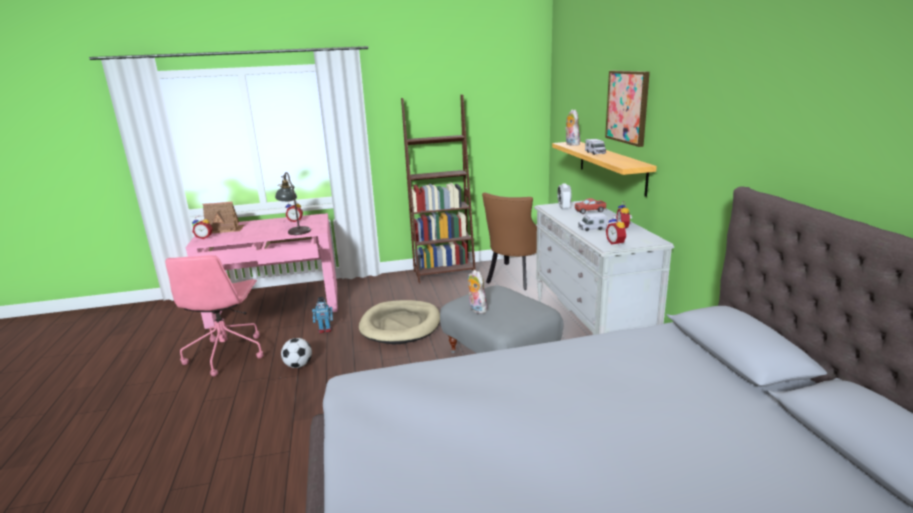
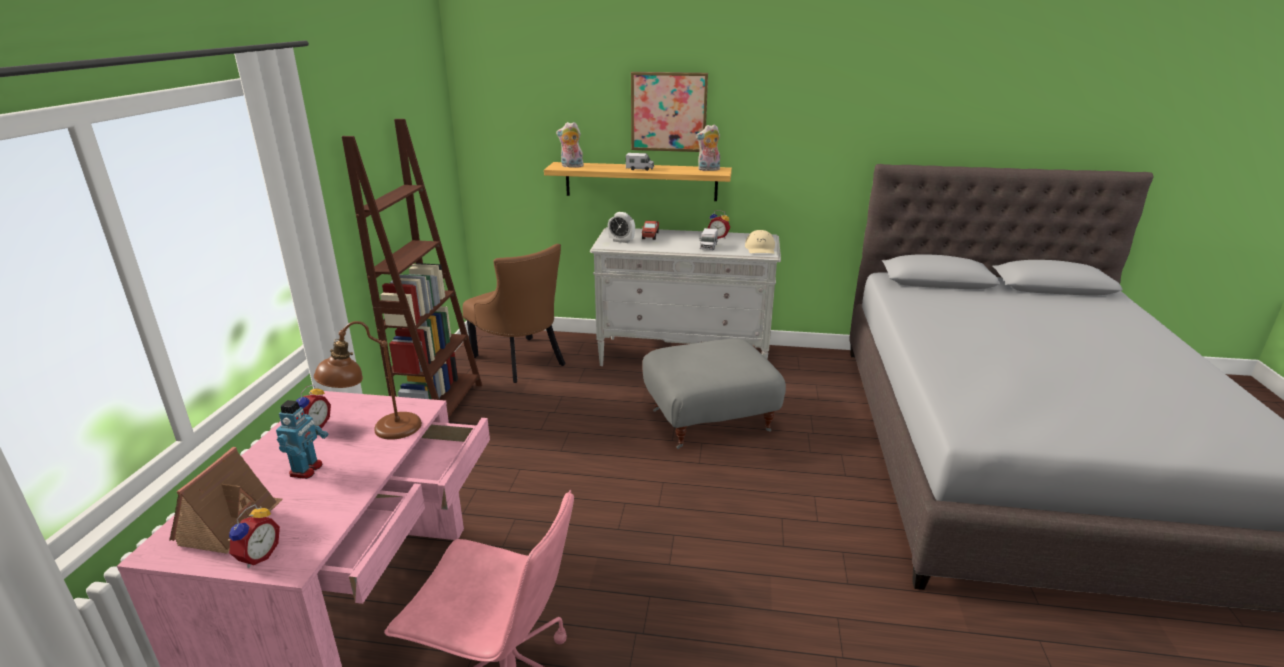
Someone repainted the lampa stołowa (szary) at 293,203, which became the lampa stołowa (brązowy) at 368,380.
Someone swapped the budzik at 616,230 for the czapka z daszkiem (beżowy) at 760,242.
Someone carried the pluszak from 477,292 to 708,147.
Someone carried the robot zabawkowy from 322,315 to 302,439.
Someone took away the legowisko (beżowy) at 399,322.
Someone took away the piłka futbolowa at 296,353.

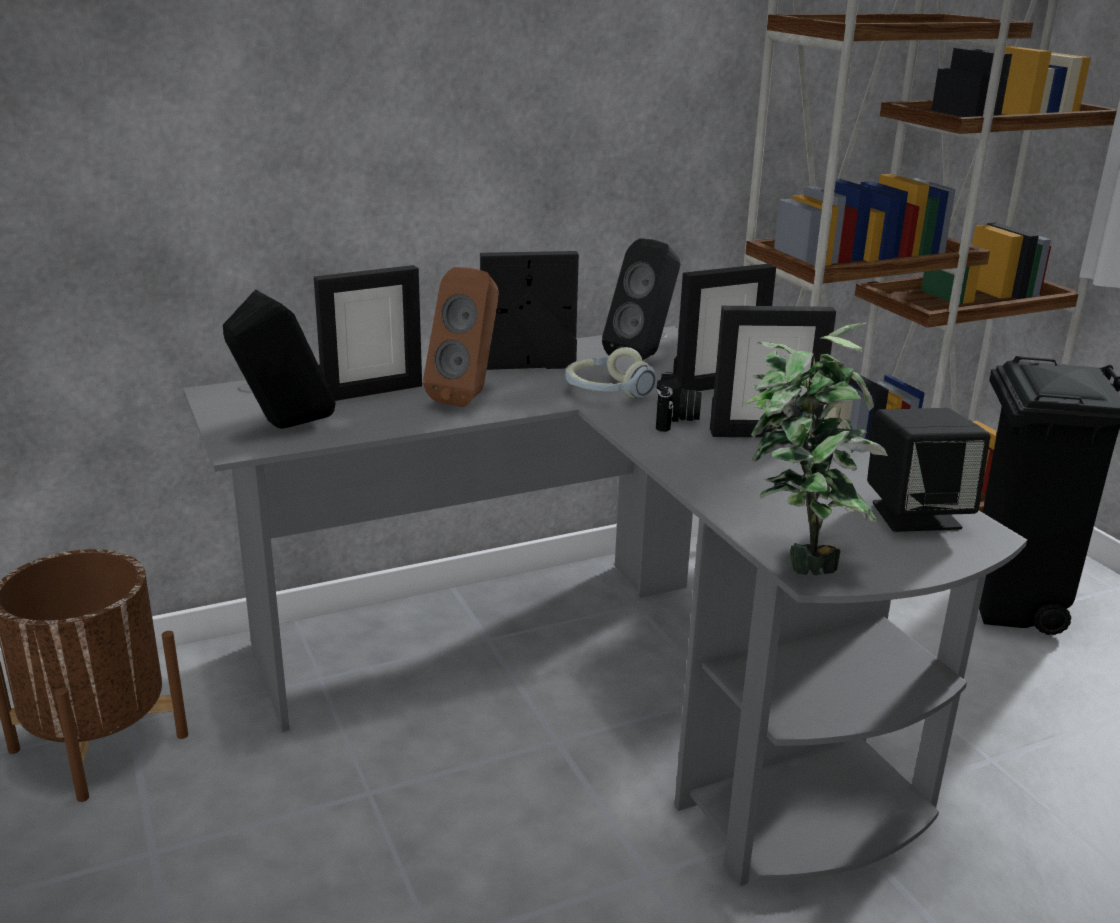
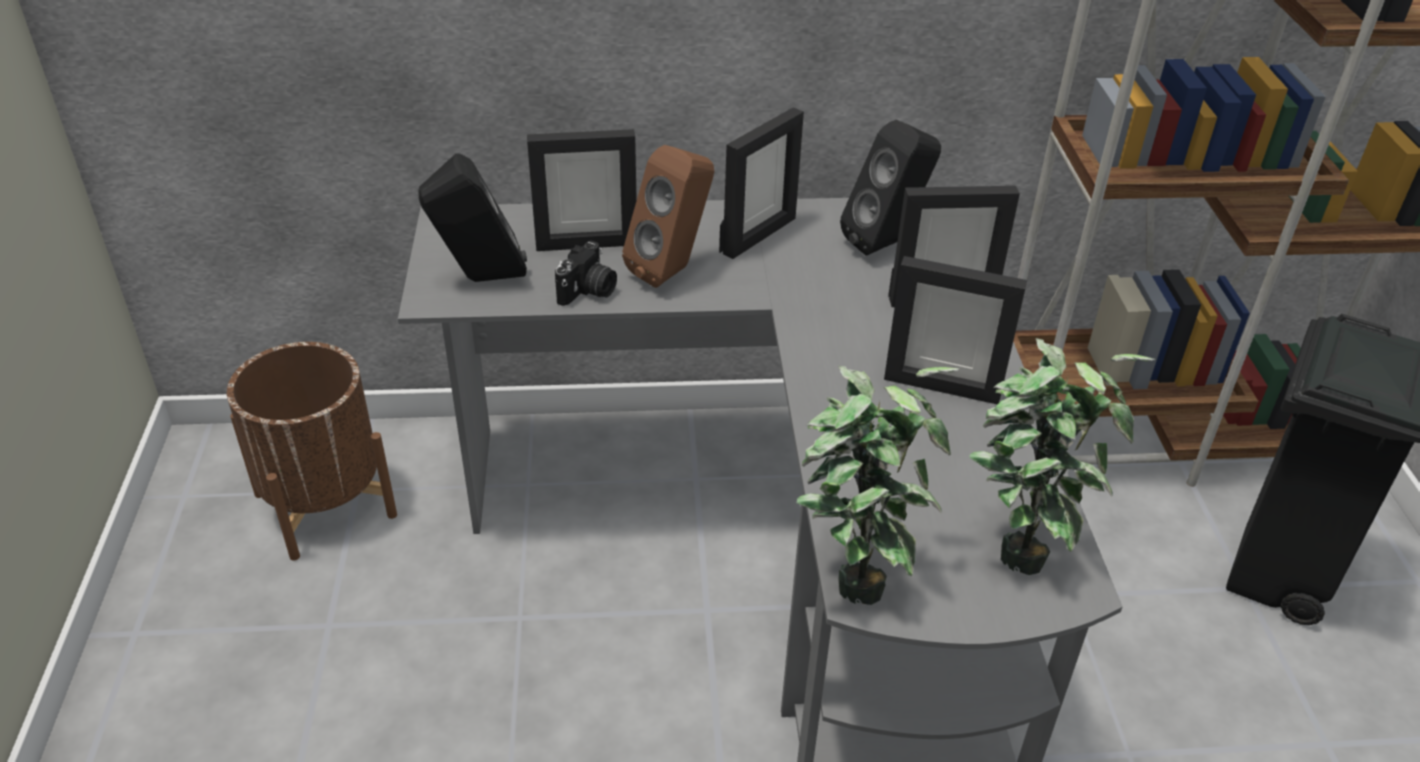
Someone rotated the ramka na zdjęcie at 529,310 by 120 degrees clockwise.
Someone took away the słuchawki at 610,372.
Someone carried the aparat fotograficzny from 678,402 to 586,273.
Someone swapped the głośnik (czarny) at 928,470 for the roślina doniczkowa at 1062,456.

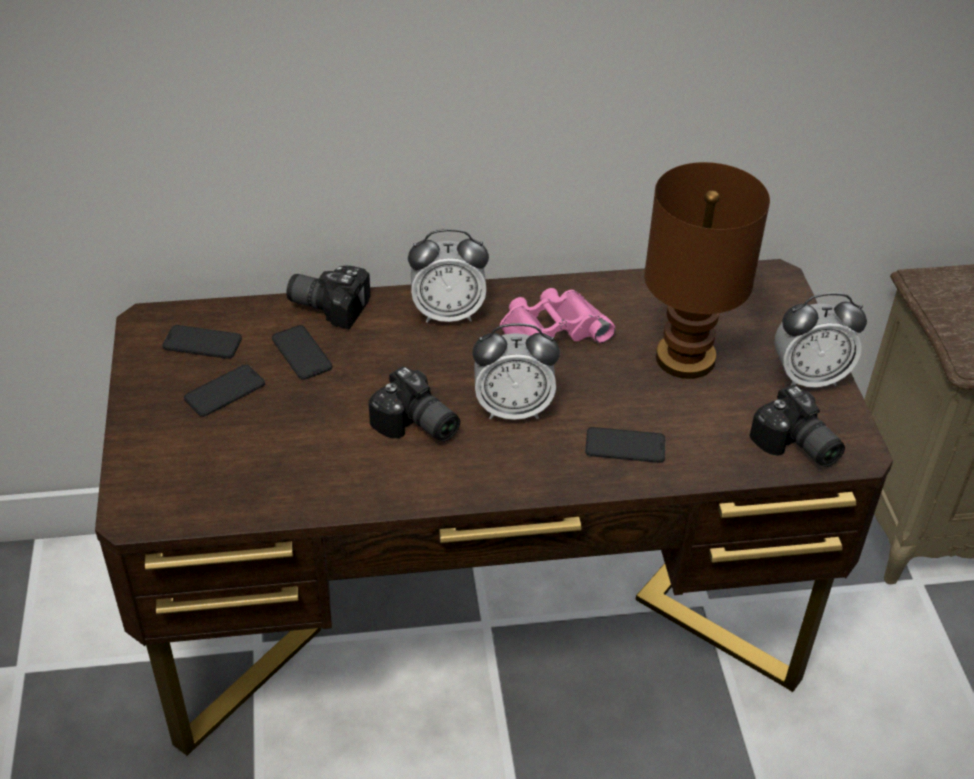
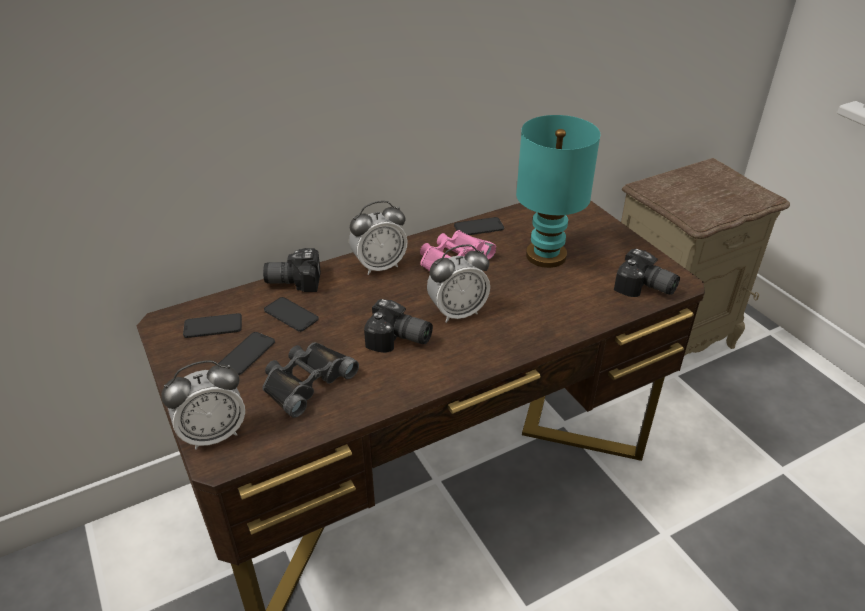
Someone repainted the lampa stołowa (brązowy) at 707,270, which became the lampa stołowa (turkusowy) at 558,191.
Someone carried the budzik from 821,340 to 203,405.
Someone carried the telefon from 625,445 to 479,226.
Someone put down the lornetka (czarny) at 310,380.

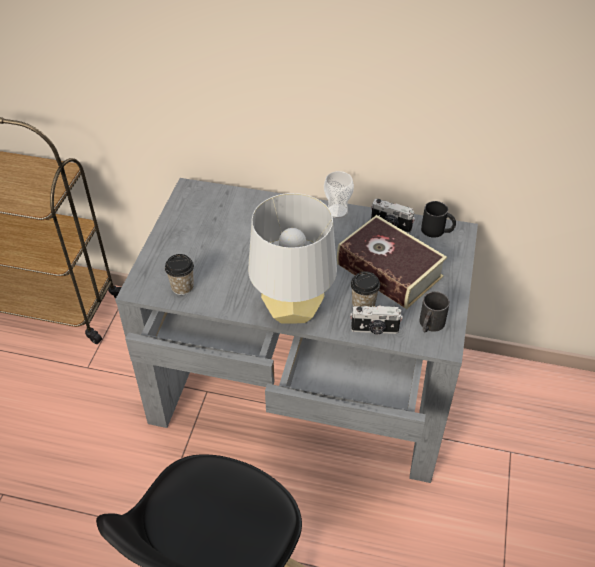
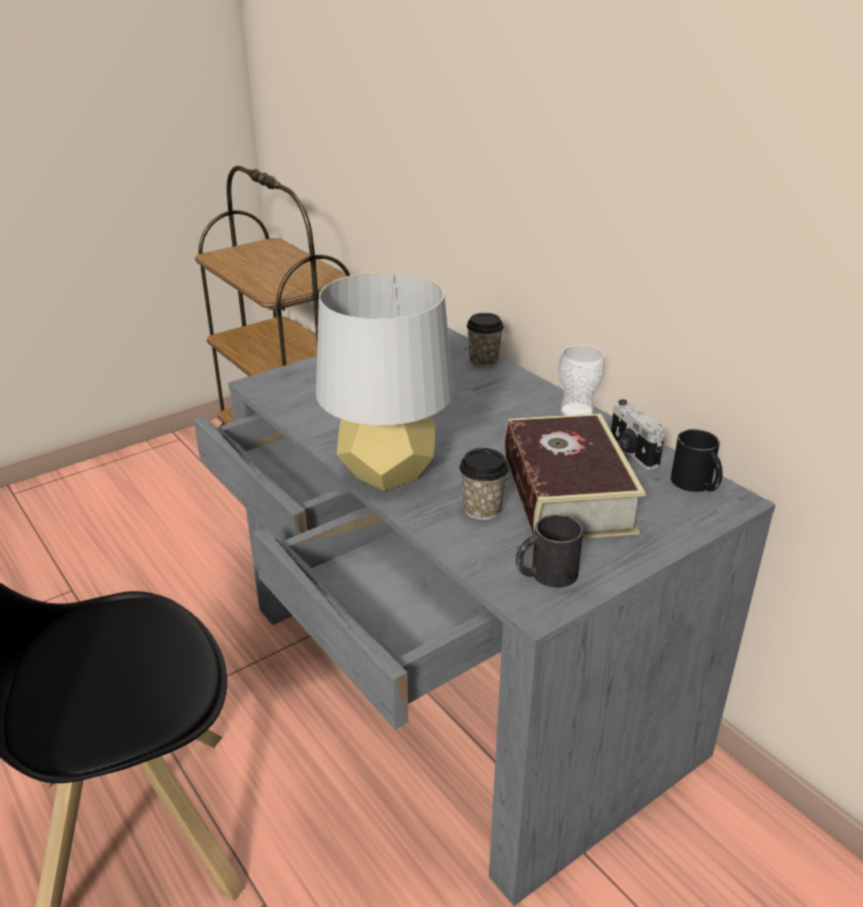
Someone carried the filiżanka from 179,274 to 485,340.
Someone took away the aparat fotograficzny at 376,319.

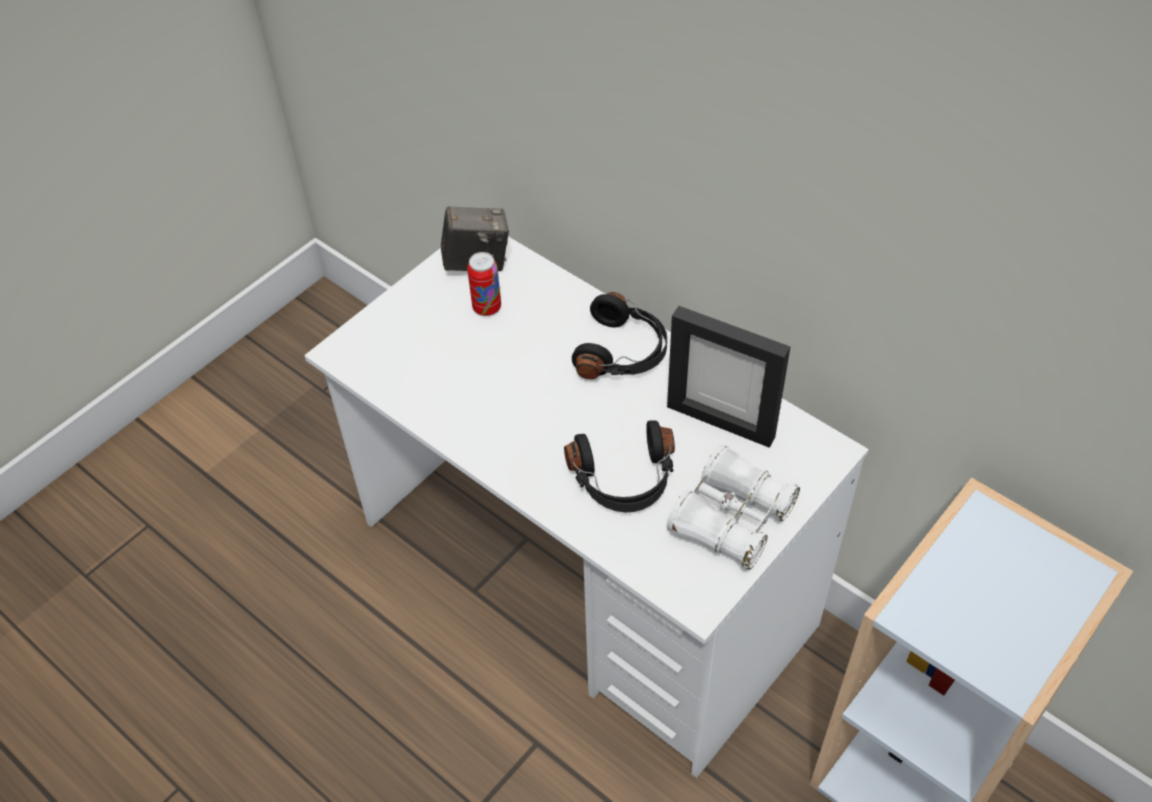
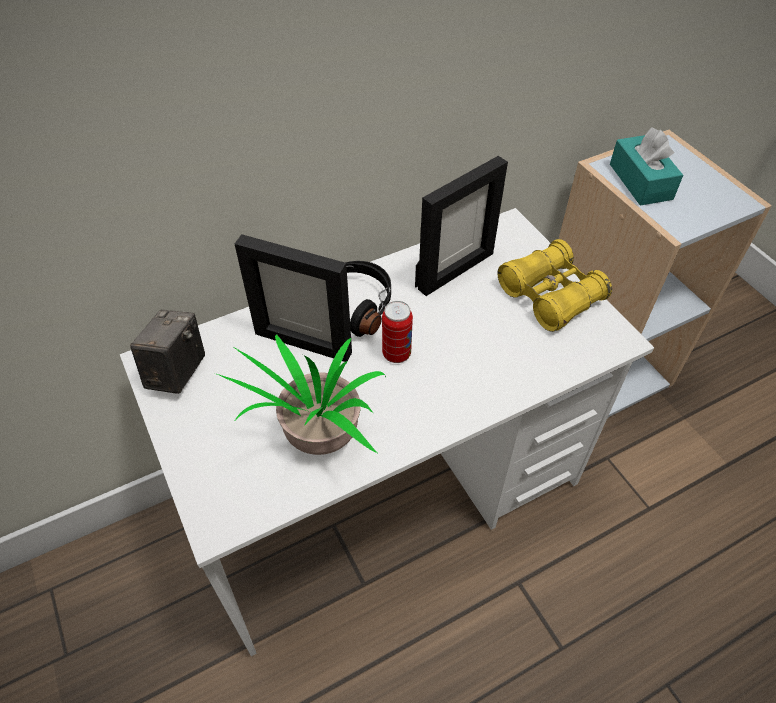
Someone carried the puszka from 484,284 to 397,332.
Someone took away the słuchawki (czarny) at 619,466.
Someone repainted the lornetka (biały) at 733,507, which became the lornetka (żółty) at 554,285.
Someone put down the pudełko chusteczek (turkusowy) at 646,166.
Someone put down the ramka na zdjęcie at 293,298.
Someone put down the roślina doniczkowa at 301,395.

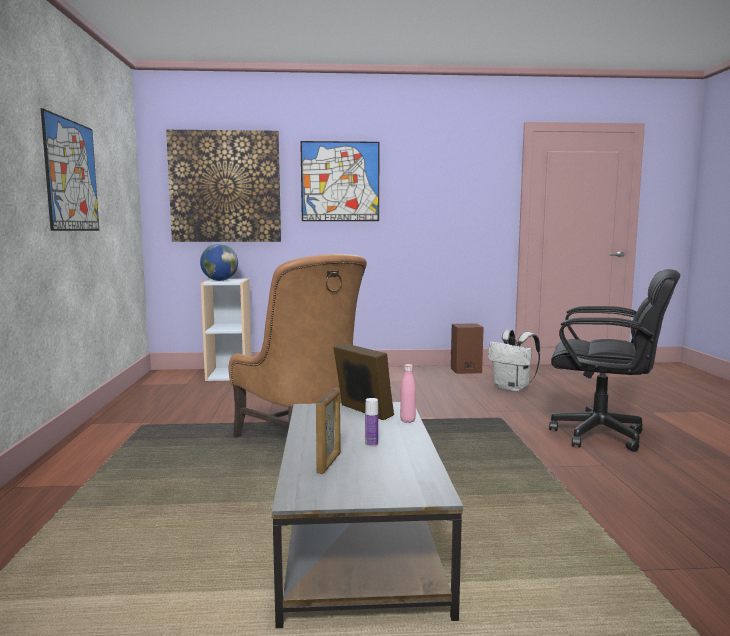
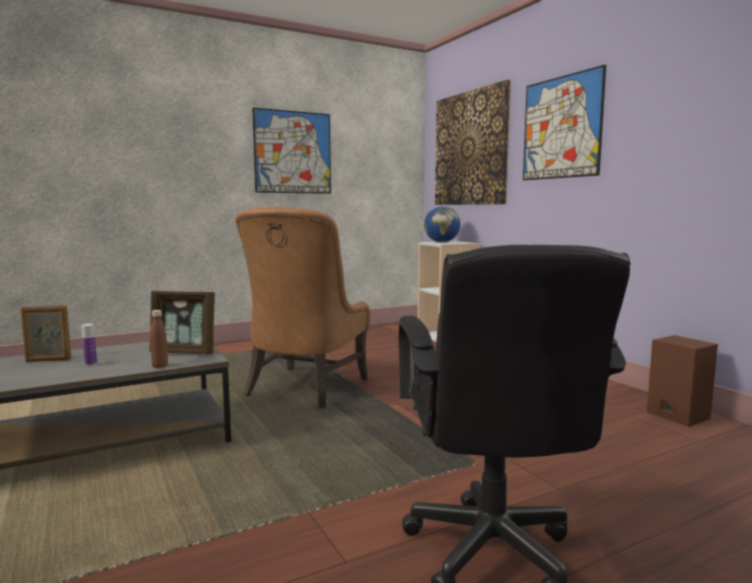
Someone took away the plecak (biały) at 514,361.
Someone rotated the ramka na zdjęcie at 363,381 by 75 degrees clockwise.
Someone repainted the butelka (różowy) at 408,393, which became the butelka (brązowy) at 159,339.

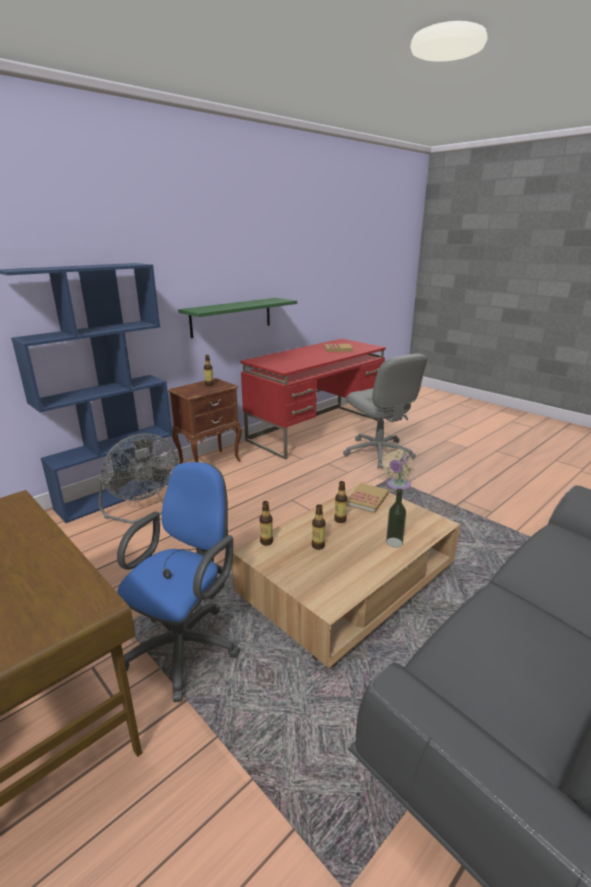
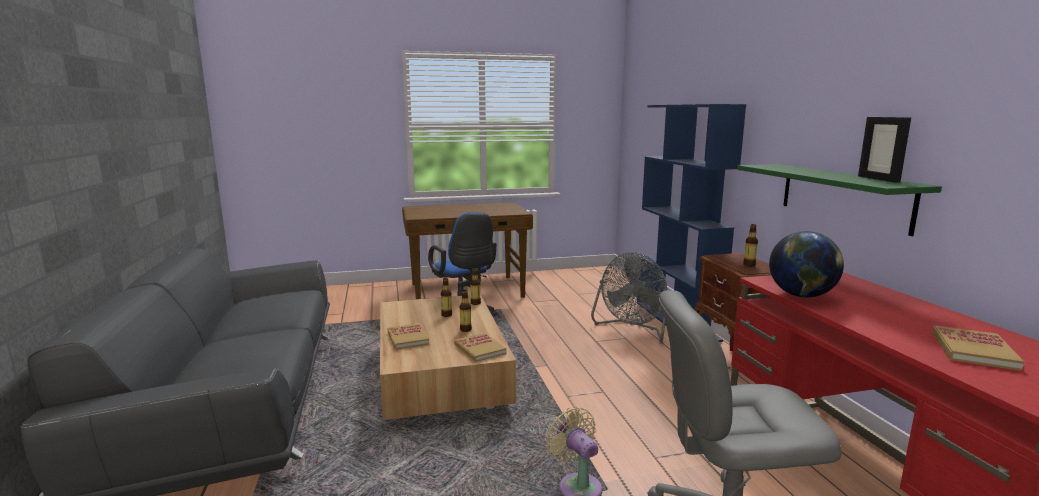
Someone rotated the wentylator (szary) at 139,479 by 135 degrees clockwise.
Someone swapped the butelka at 396,517 for the książka at 408,336.
Someone put down the ramka na zdjęcie at 884,149.
Someone put down the globus at 806,264.

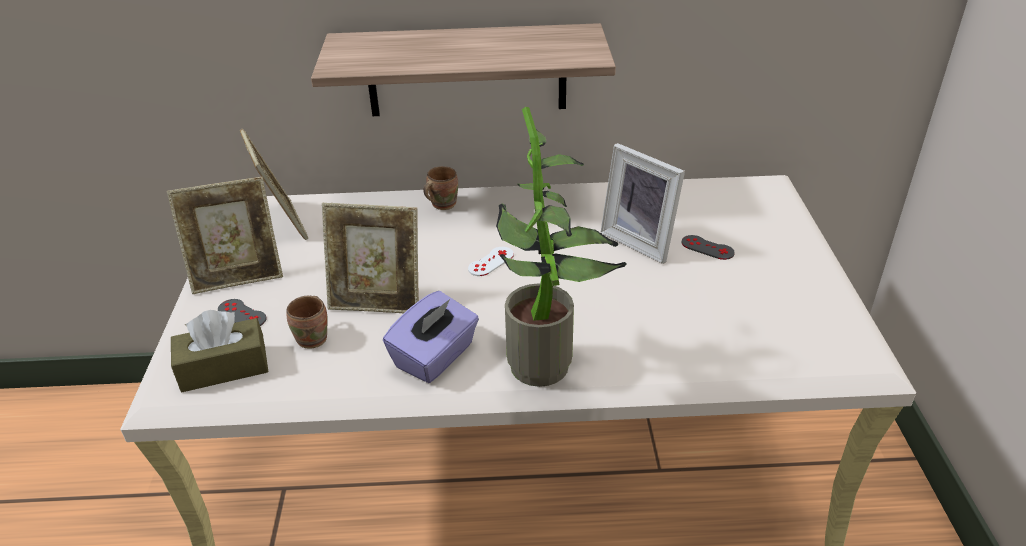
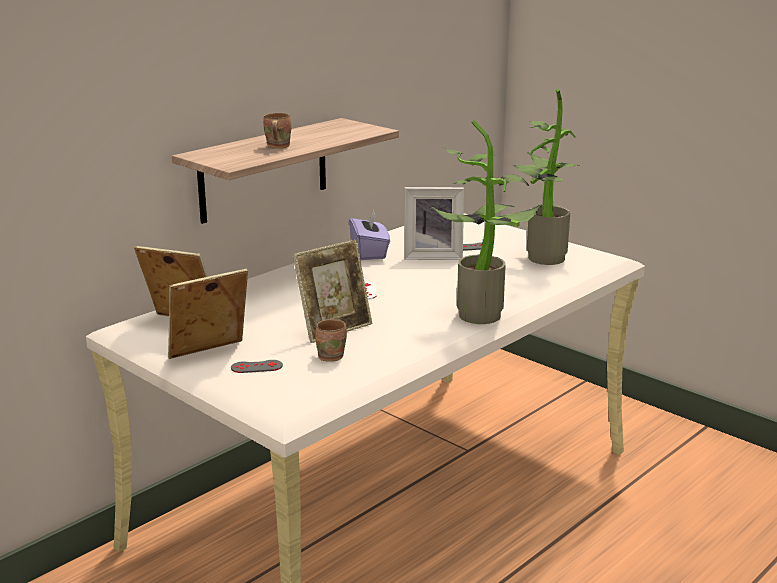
Someone carried the kubek (brązowy) from 440,188 to 277,131.
Someone rotated the ramka na zdjęcie at 225,235 by 150 degrees counterclockwise.
Someone carried the pudełko chusteczek (fioletowy) from 431,337 to 369,235.
Someone took away the pudełko chusteczek (brązowy) at 219,351.
Someone put down the roślina doniczkowa at 546,177.

